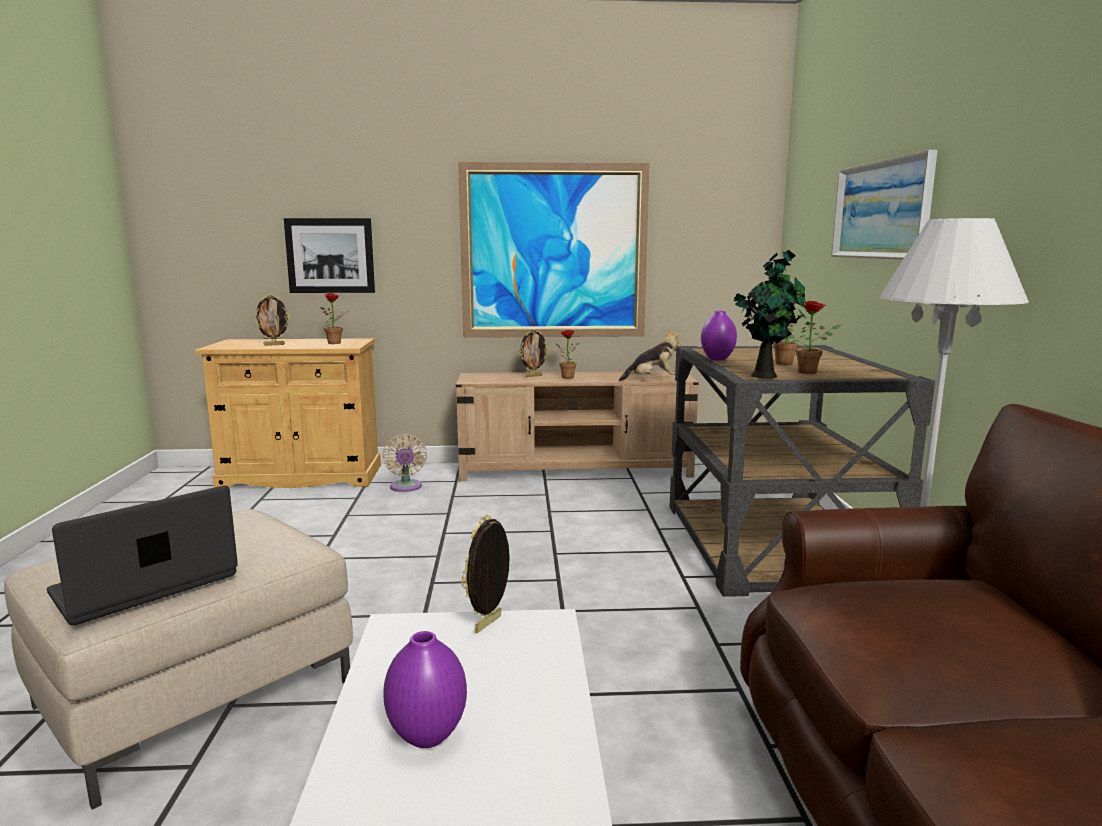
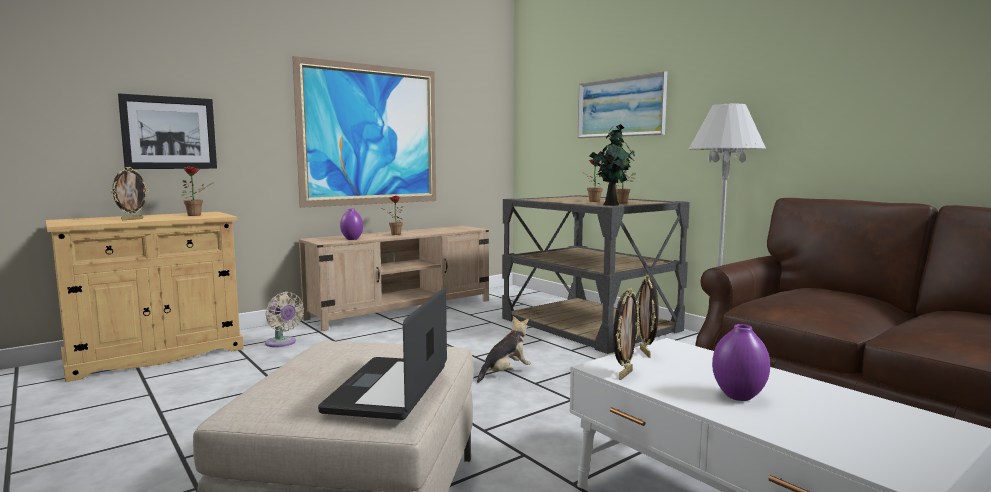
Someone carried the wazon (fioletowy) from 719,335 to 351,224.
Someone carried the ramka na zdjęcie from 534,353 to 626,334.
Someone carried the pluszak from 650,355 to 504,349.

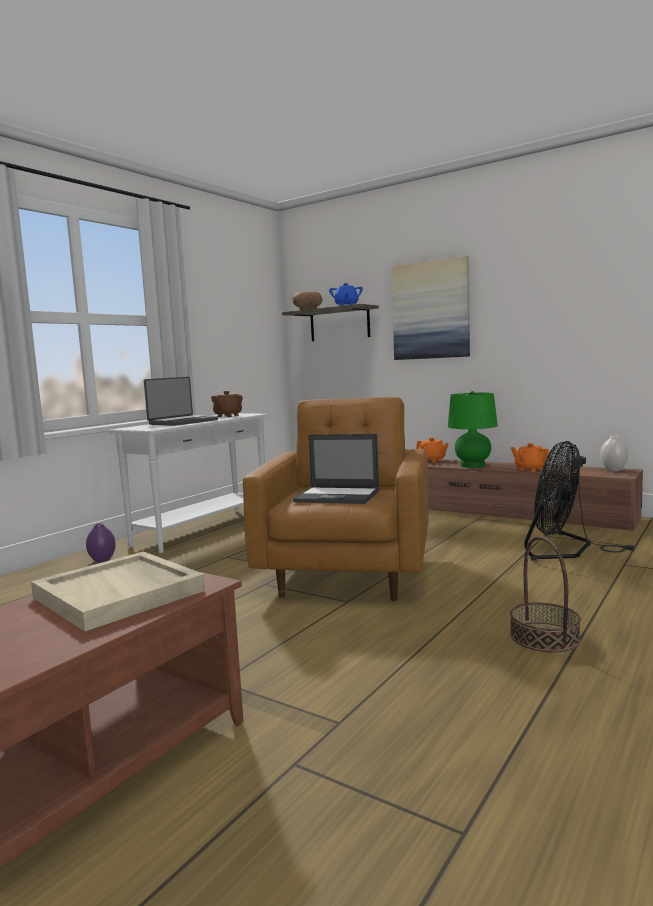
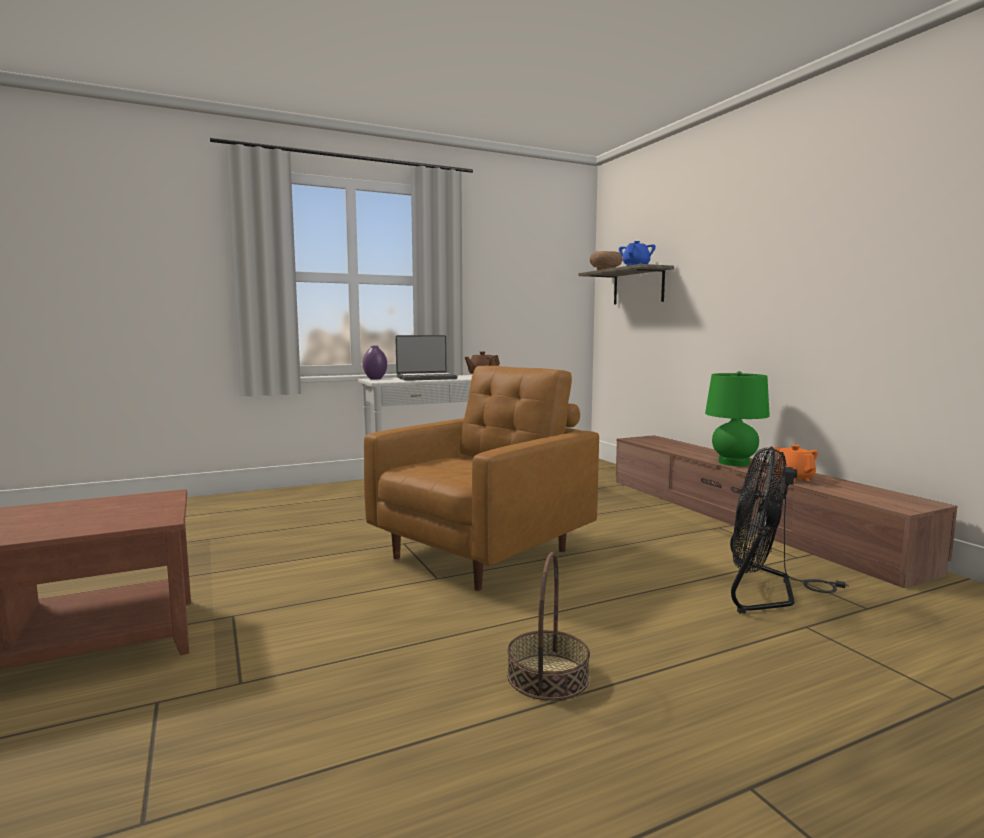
Someone took away the obraz at 430,308.
Someone took away the laptop at 336,469.
Someone took away the wazon (biały) at 614,454.
Someone took away the imbryk (pomarańczowy) at 432,450.
Someone rotated the wentylator (czarny) at 580,501 by 45 degrees counterclockwise.
Someone carried the wazon (fioletowy) from 101,543 to 375,362.
Someone took away the taca (beżowy) at 118,591.

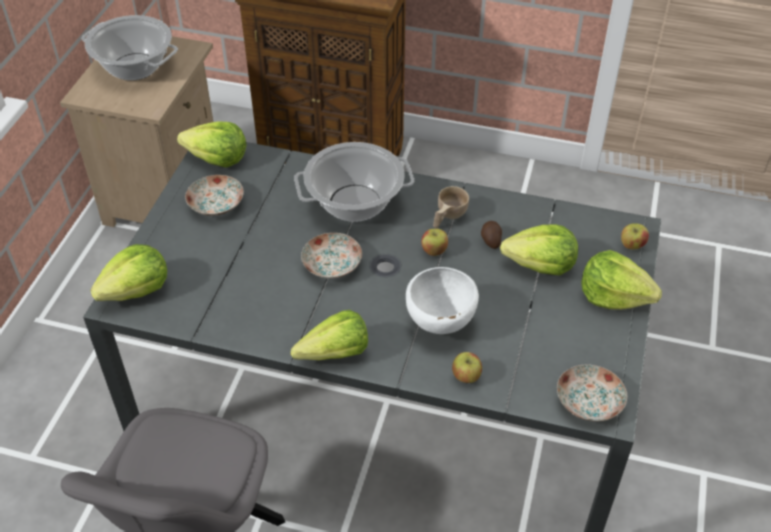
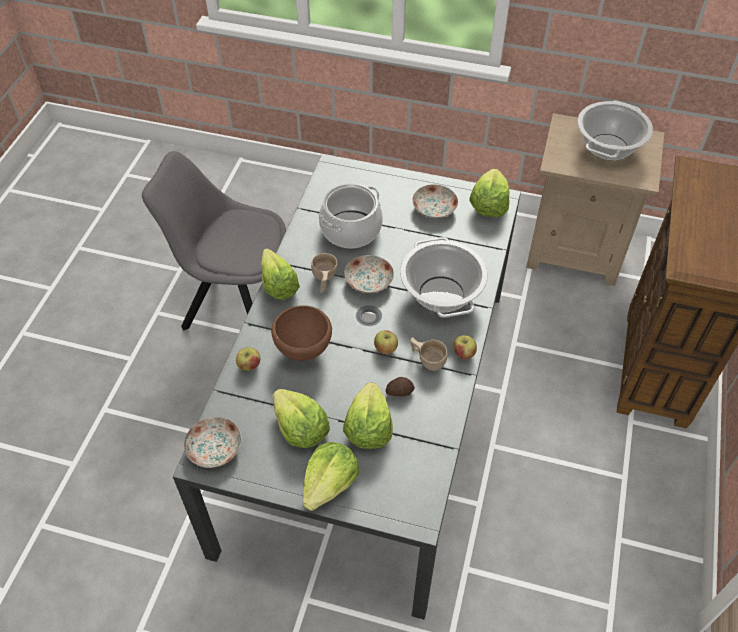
Someone carried the jabłko from 635,236 to 465,347.
Someone carried the sałata from 128,272 to 301,418.
Someone repainted the miska (biały) at 442,300, which became the miska (brązowy) at 301,333.
Someone put down the garnek at 351,216.
Someone put down the filiżanka (beżowy) at 324,273.

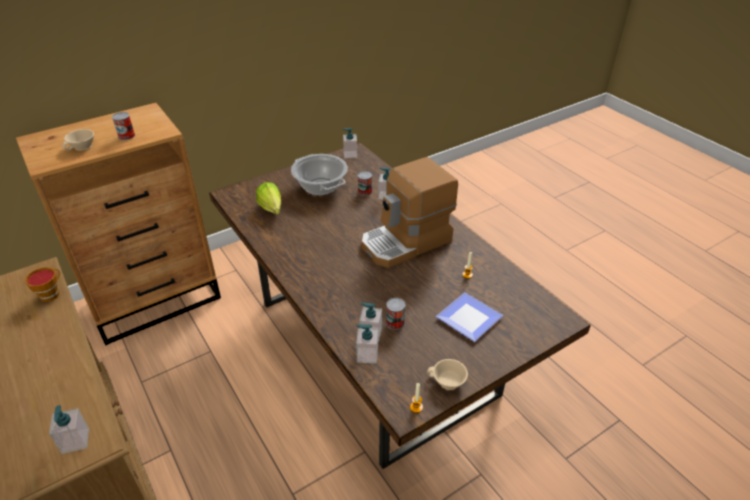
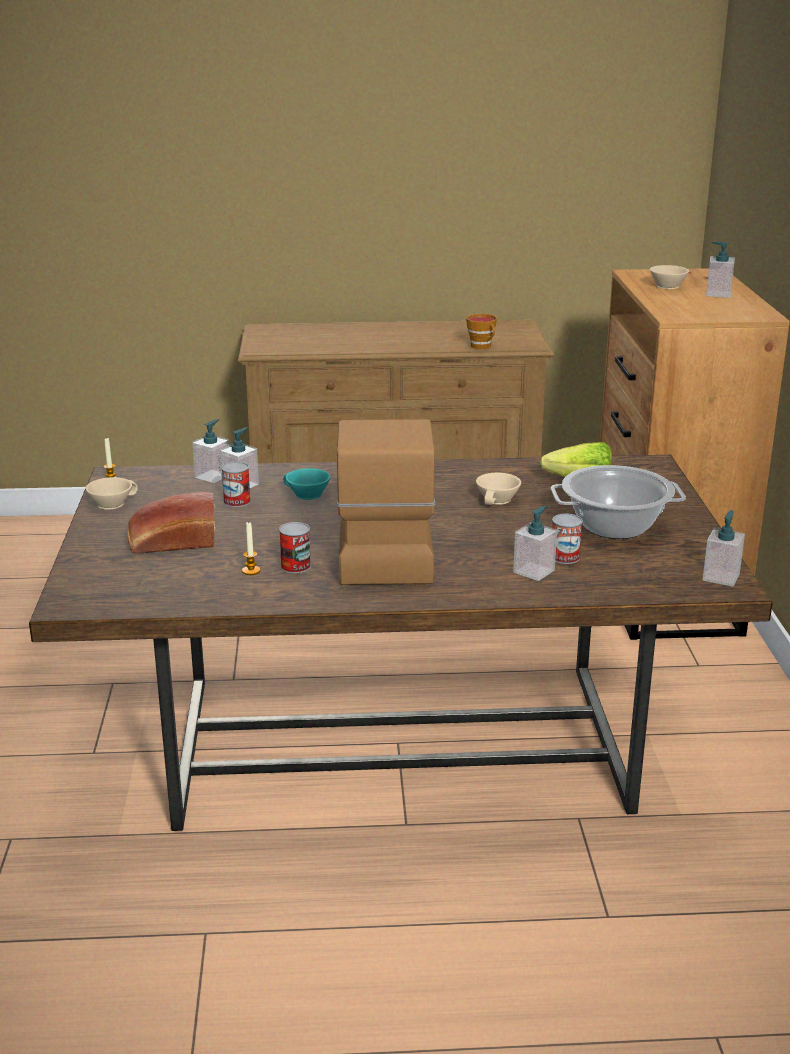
Someone carried the puszka from 123,126 to 295,547.
Someone swapped the talerz at 469,317 for the chleb at 171,523.
Someone carried the dozownik mydła from 69,429 to 720,269.
Someone put down the filiżanka (turkusowy) at 307,484.
Someone put down the filiżanka (beżowy) at 498,489.

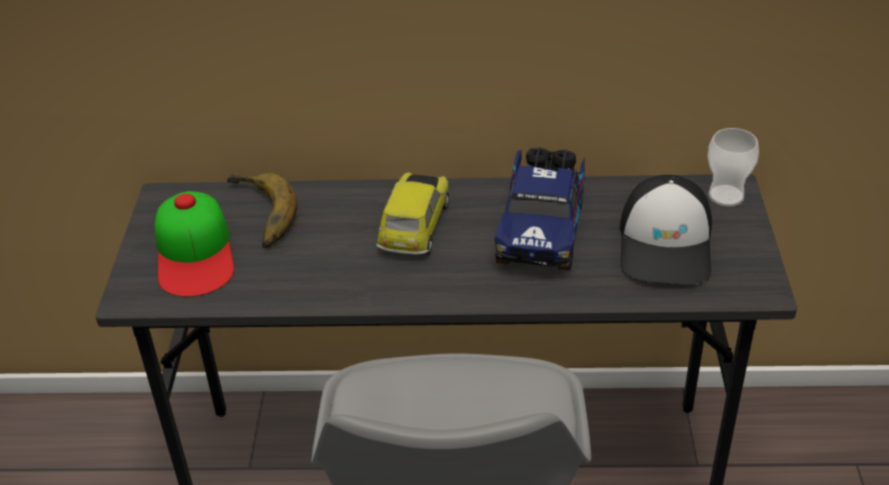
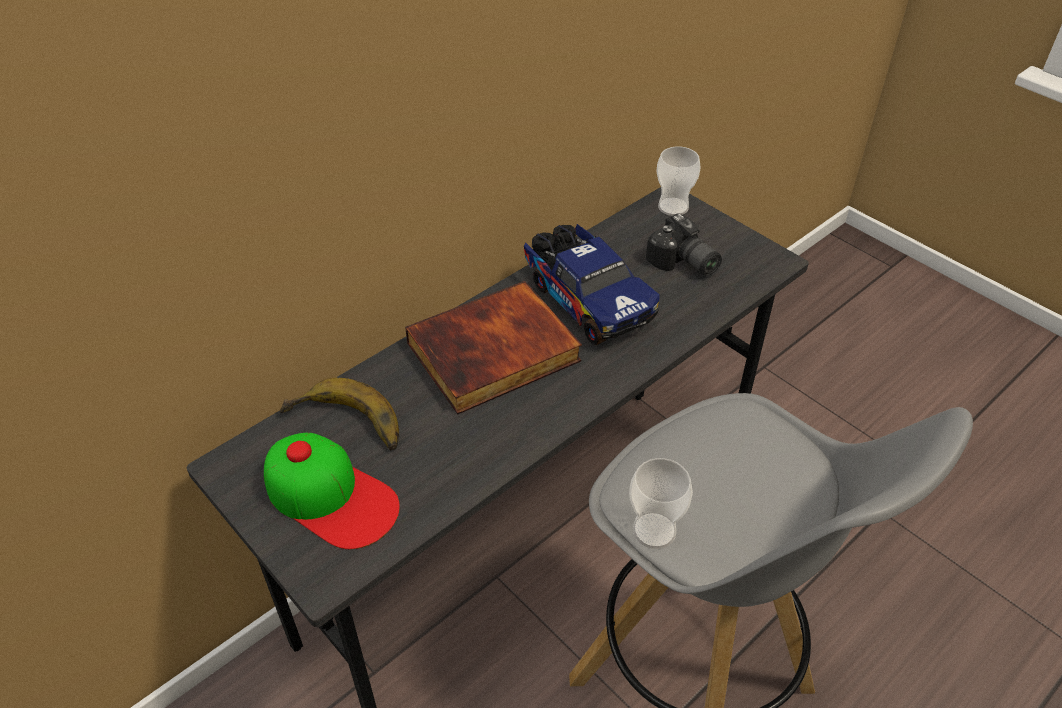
Someone swapped the samochodzik at 412,213 for the książka at 493,347.
Someone swapped the czapka z daszkiem at 666,229 for the aparat fotograficzny at 684,244.
Someone put down the filiżanka at 661,503.

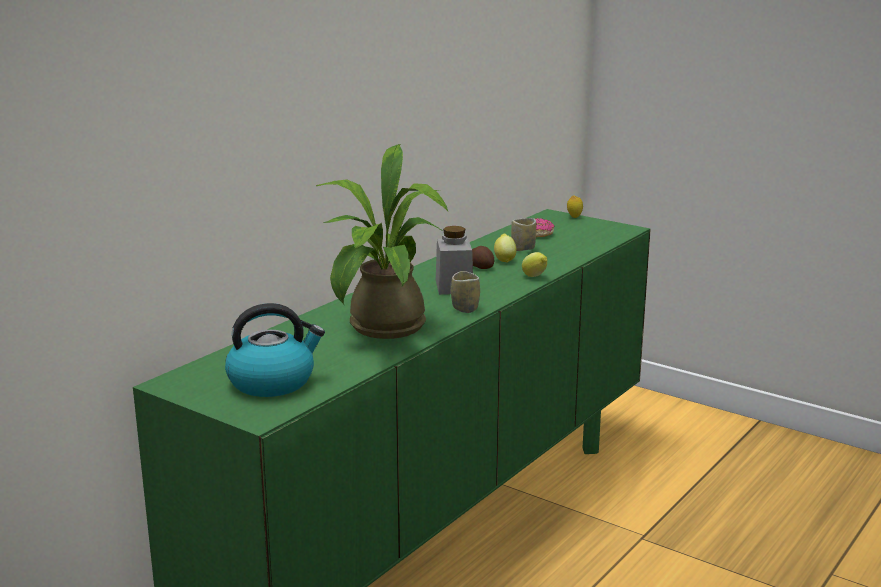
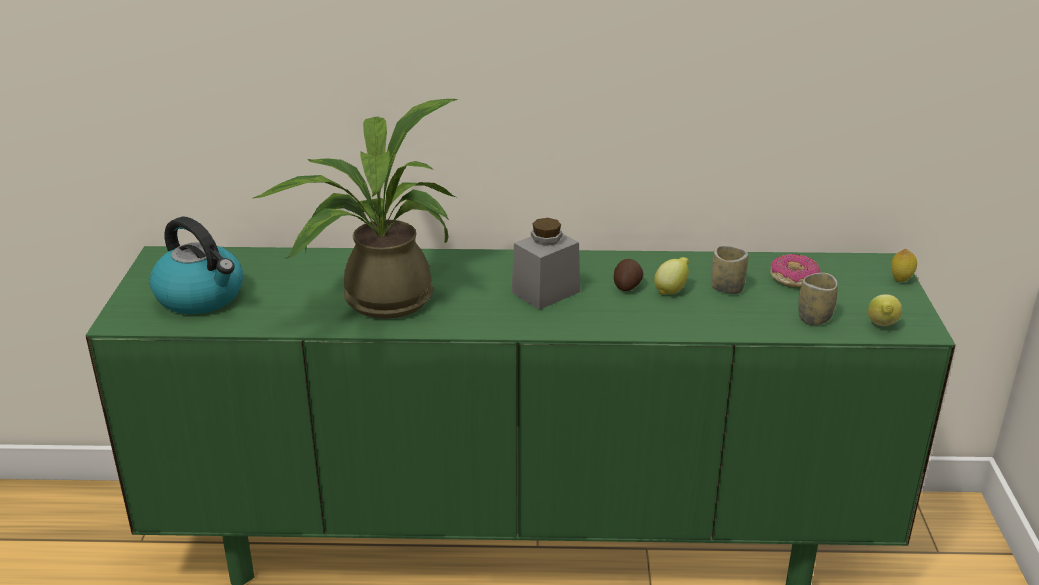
Someone carried the cytryna from 535,264 to 885,310.
Someone carried the filiżanka from 465,292 to 818,299.

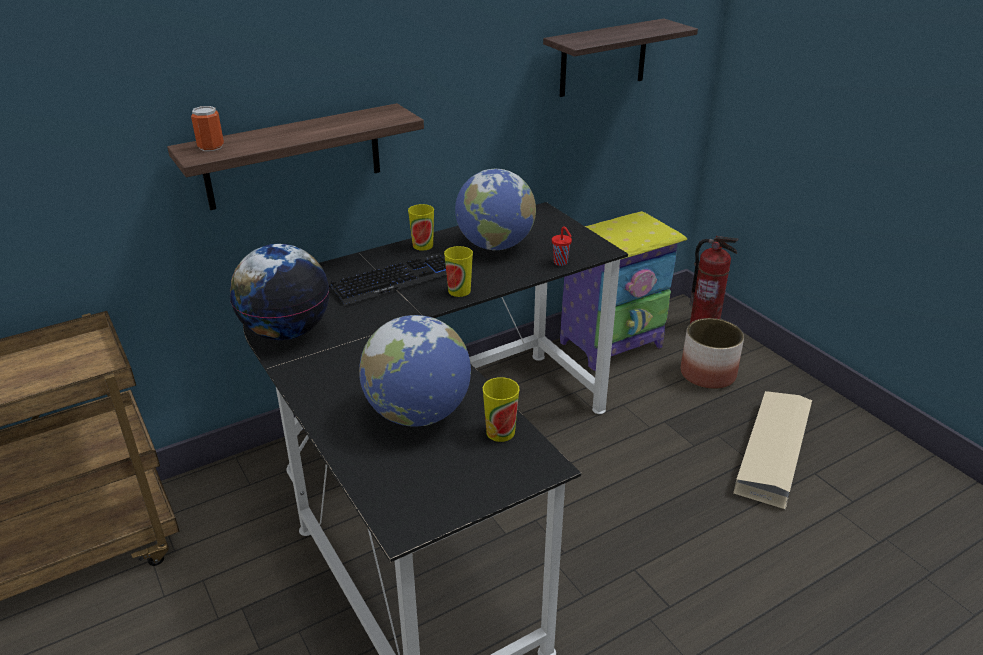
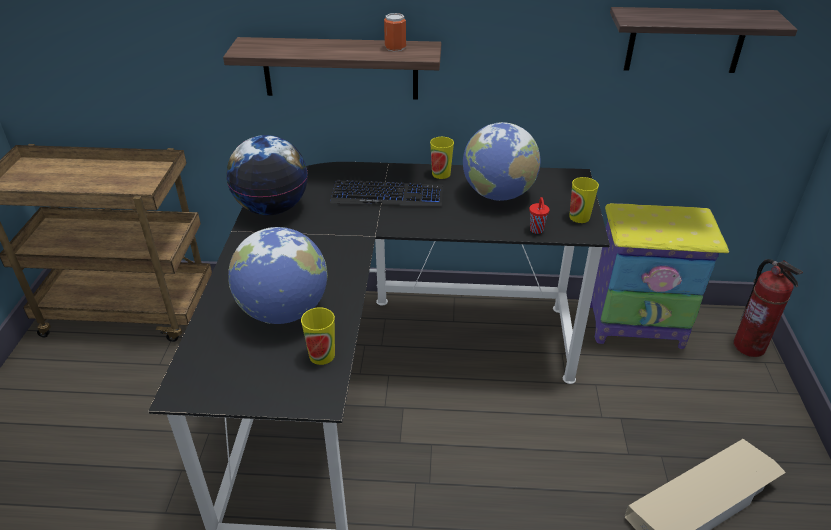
Someone carried the puszka from 207,128 to 395,32.
Someone carried the filiżanka from 458,271 to 584,200.
Someone took away the donica at 712,353.

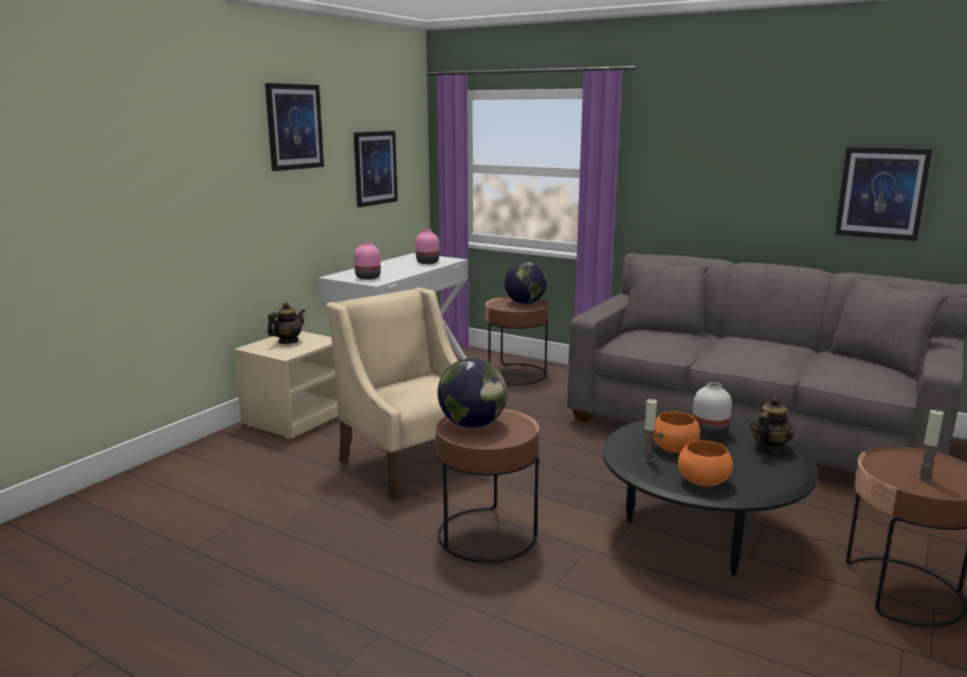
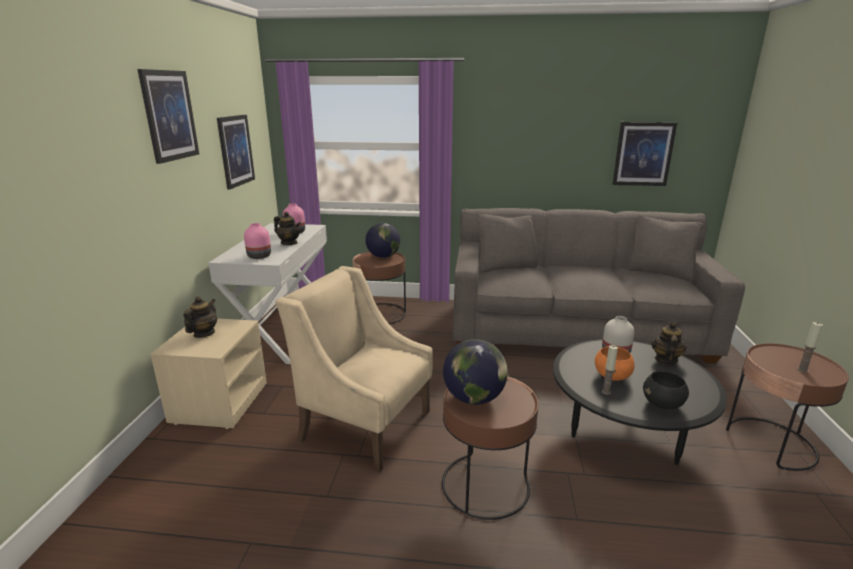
Someone repainted the miska (pomarańczowy) at 705,463, which became the miska (czarny) at 666,390.
Someone put down the imbryk at 287,228.

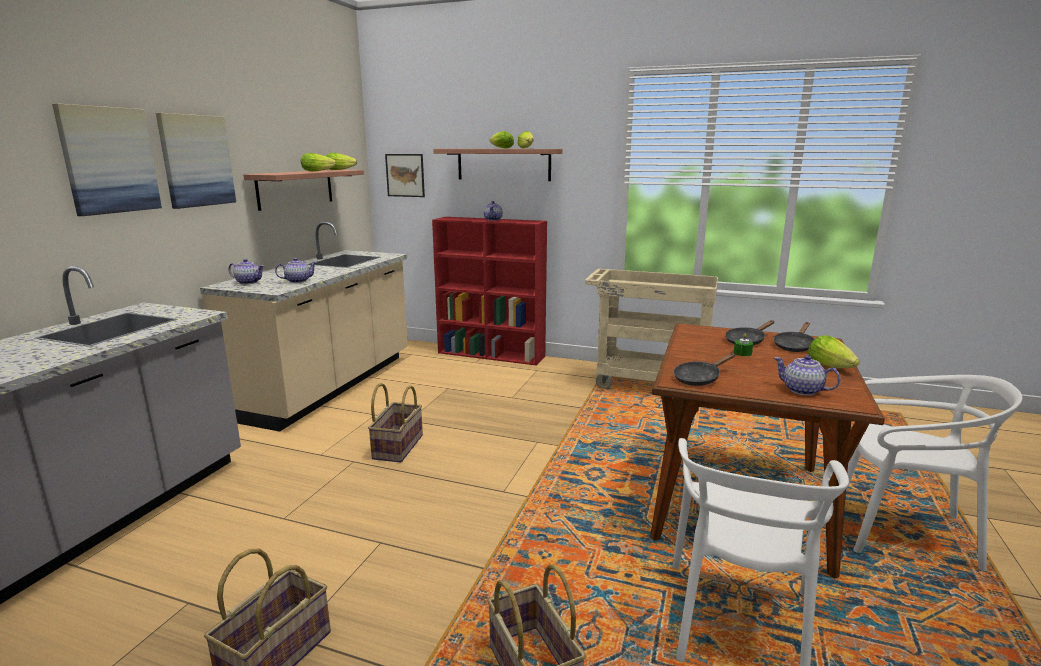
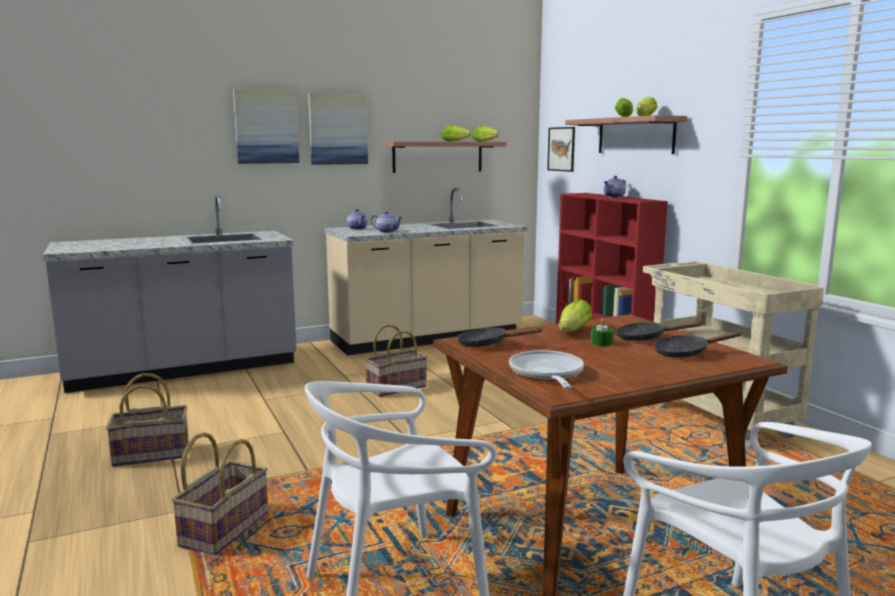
Someone carried the sałata from 834,351 to 575,315.
Someone swapped the imbryk at 807,375 for the patelnia at 546,369.

